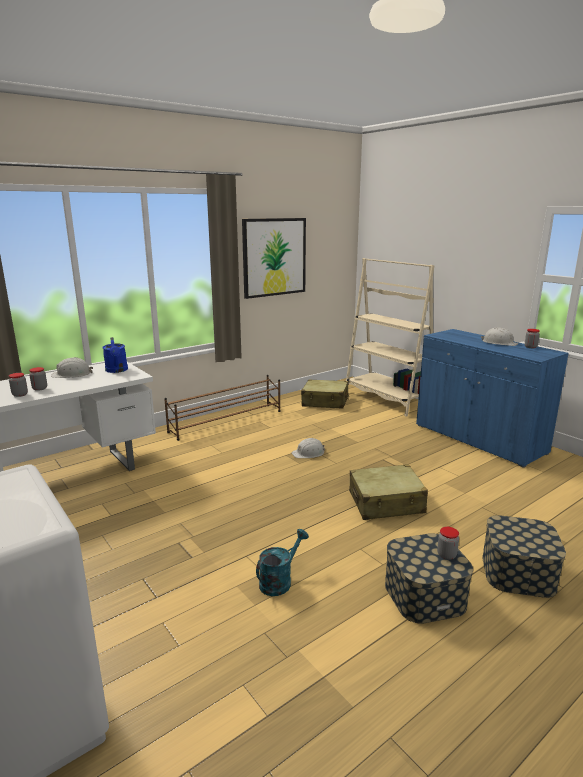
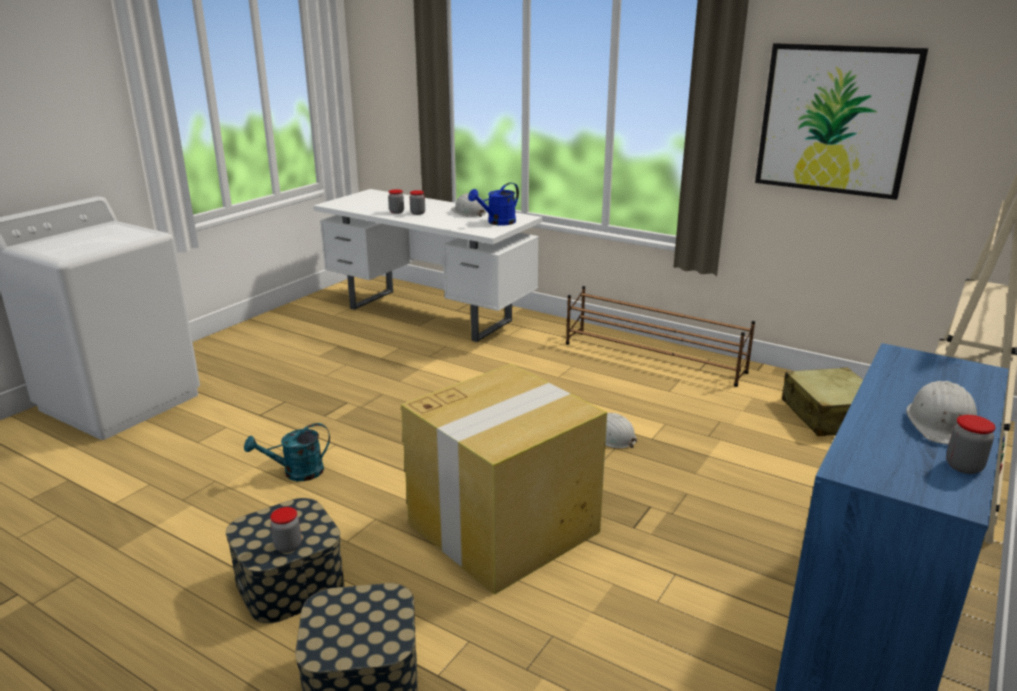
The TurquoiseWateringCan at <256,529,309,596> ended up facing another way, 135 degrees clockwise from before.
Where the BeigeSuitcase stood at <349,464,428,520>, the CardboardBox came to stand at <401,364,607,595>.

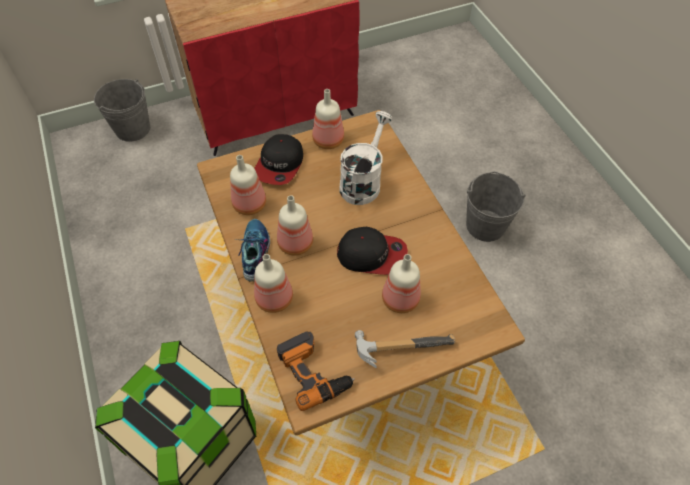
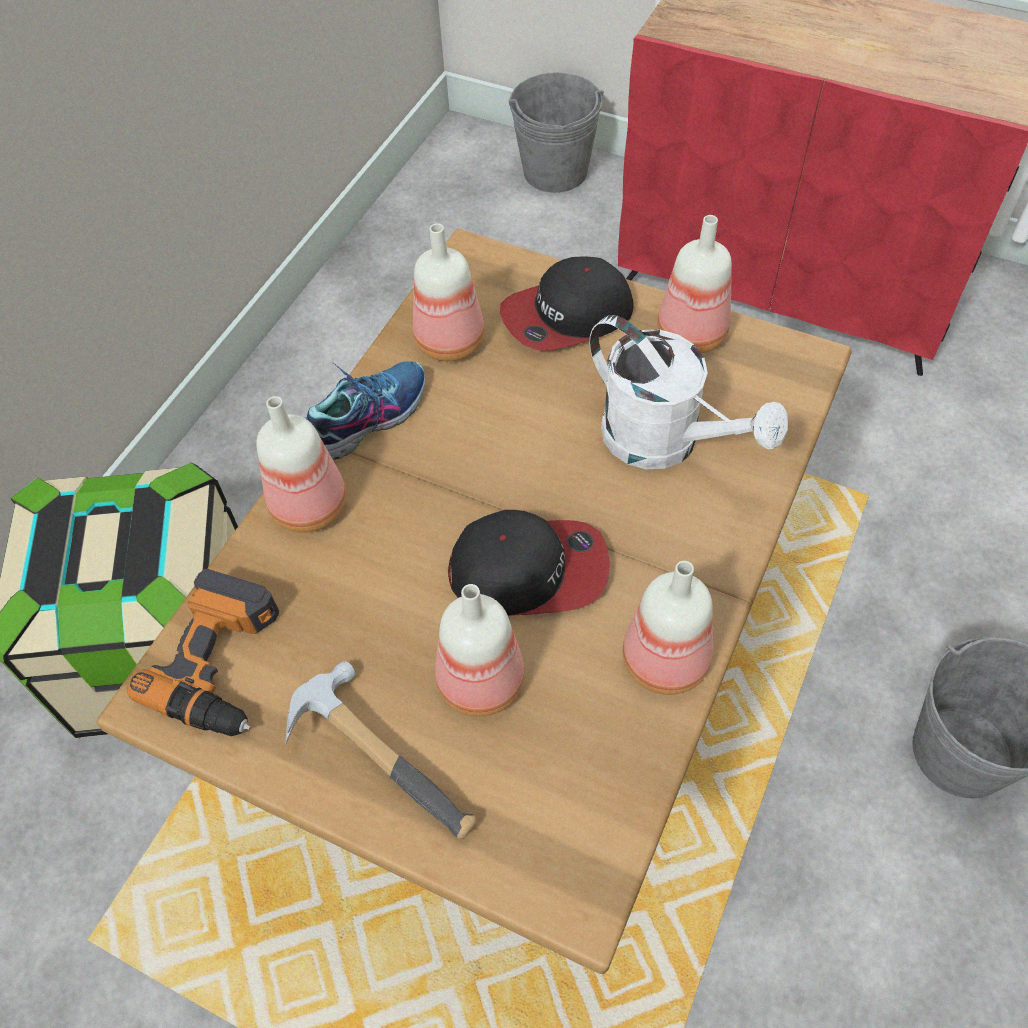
The Bottle ended up elsewhere, having gone from <277,195,313,256> to <623,561,713,695>.
The Cap at <337,227,408,275> ended up facing another way, 60 degrees counterclockwise from before.
The WhiteWateringCan at <339,111,393,205> ended up facing another way, 60 degrees clockwise from before.

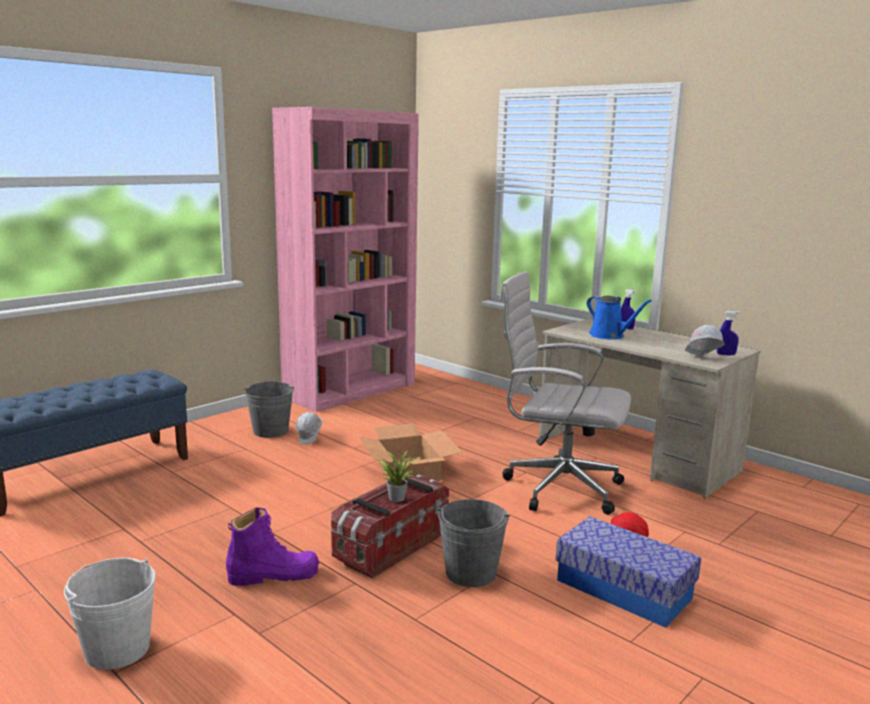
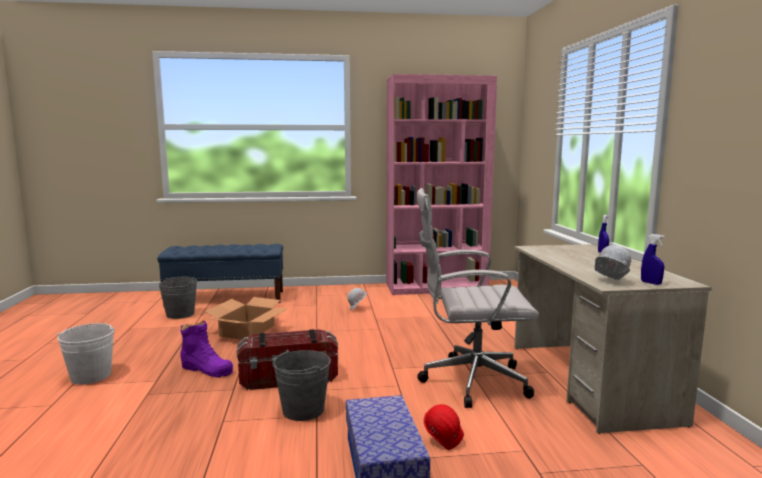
The GreyBucket ended up elsewhere, having gone from <244,381,294,438> to <158,277,197,319>.
The CardboardBox ended up elsewhere, having gone from <358,423,463,481> to <204,297,288,340>.
The second view lost the PottedPlant at <380,451,422,502>.
The WhiteOfficeChair at <500,271,631,515> ended up facing another way, 60 degrees counterclockwise from before.
The second view lost the BlueWateringCan at <587,296,652,339>.

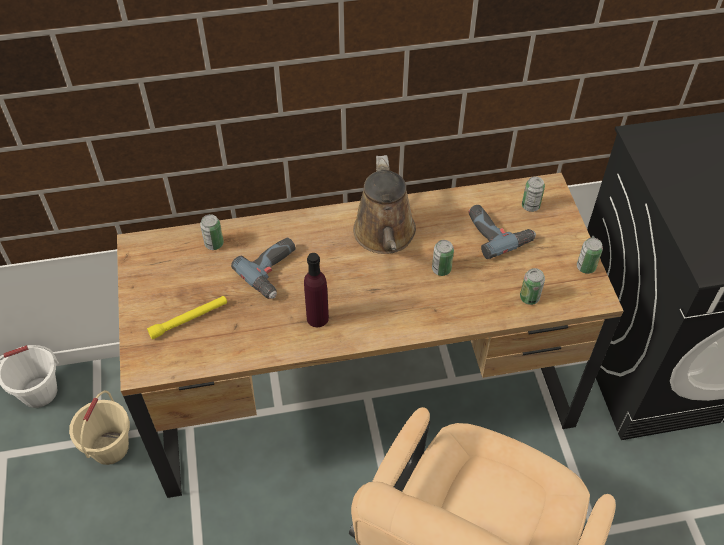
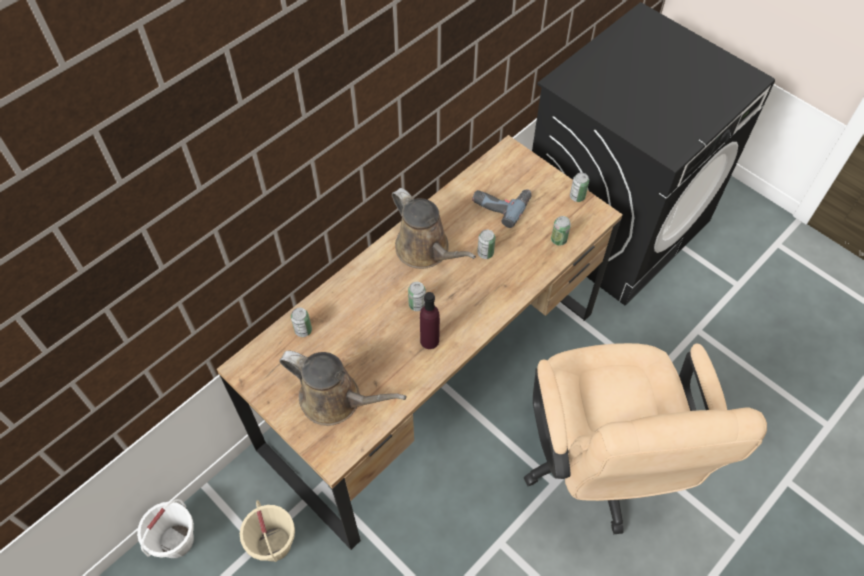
Where the YellowFlashlight stood at <147,296,227,339>, the BrownWateringCan came to stand at <279,351,406,426>.
The second view lost the PowerDrill at <231,238,296,299>.
The Can ended up elsewhere, having gone from <522,176,545,212> to <408,282,426,311>.

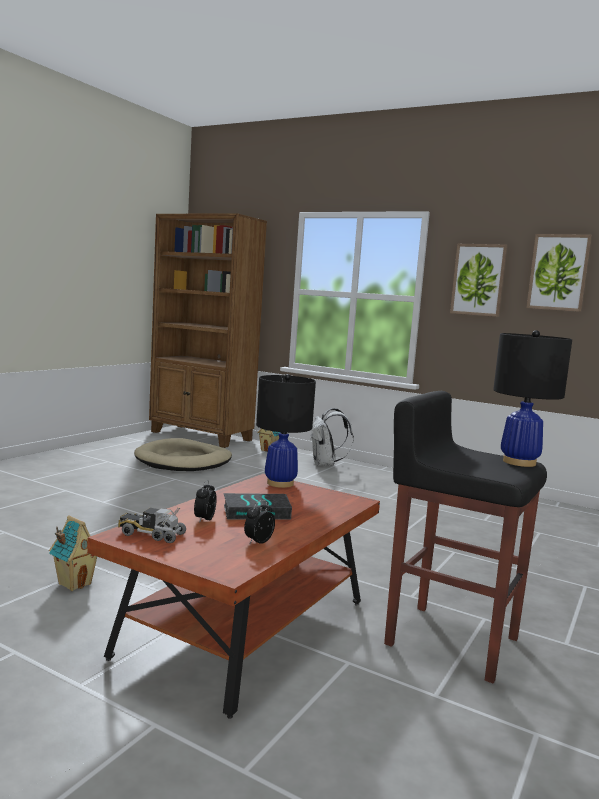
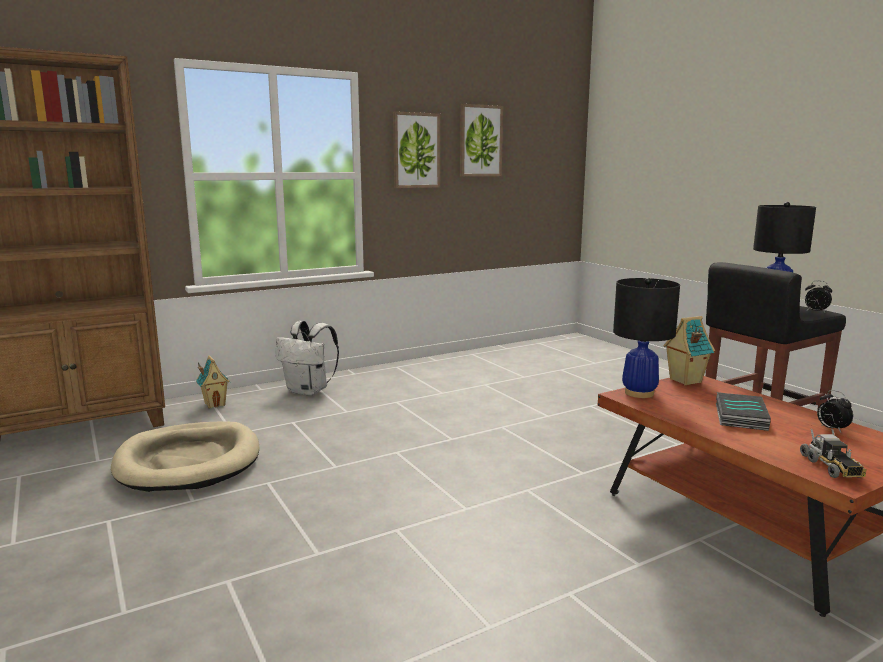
The ToyHouse ended up elsewhere, having gone from <49,515,97,591> to <663,316,715,385>.
The ToyTruck at <118,508,186,543> ended up facing another way, 45 degrees counterclockwise from before.
The AlarmClock ended up elsewhere, having gone from <194,480,217,522> to <805,281,832,313>.

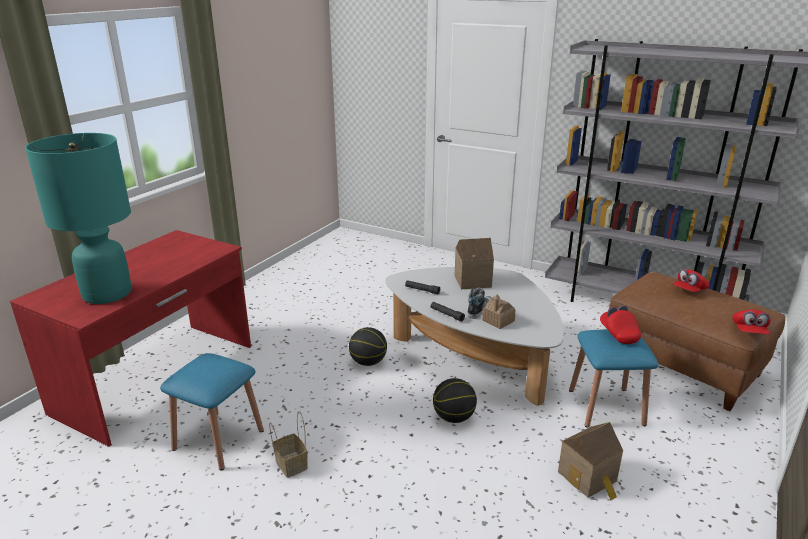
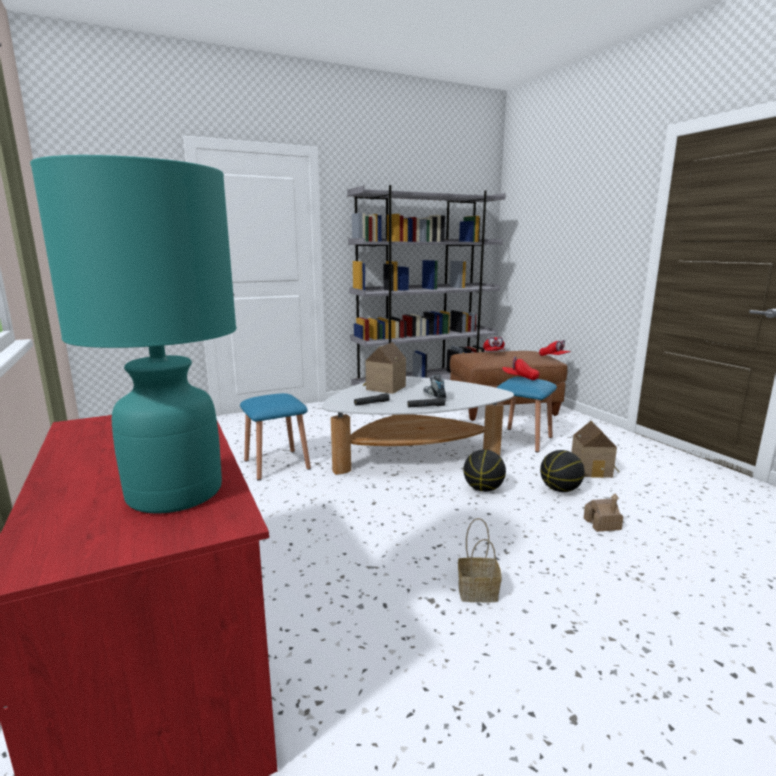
The BlueStool ended up elsewhere, having gone from <160,353,264,470> to <240,393,311,480>.
The Basketball ended up elsewhere, having gone from <349,327,387,366> to <540,450,585,492>.
The ToyHouse ended up elsewhere, having gone from <482,294,515,329> to <584,493,623,532>.

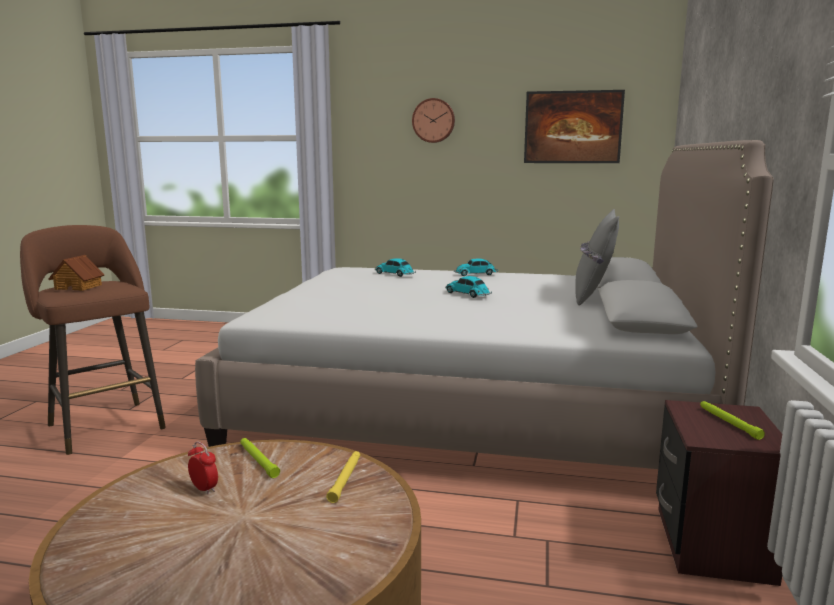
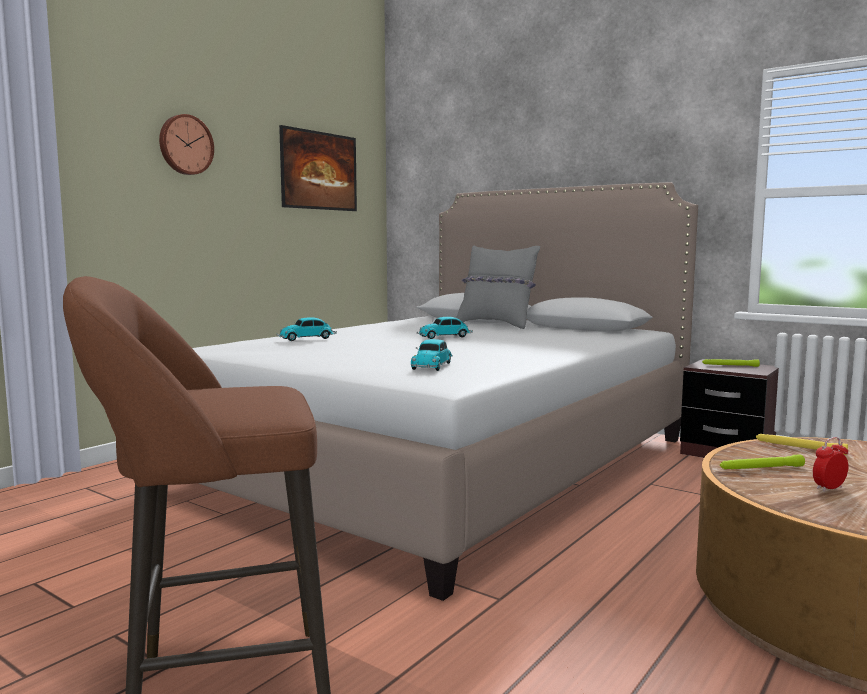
The second view lost the ToyHouse at <48,255,105,291>.
The ToyCar ended up elsewhere, having gone from <454,258,498,276> to <411,339,453,371>.

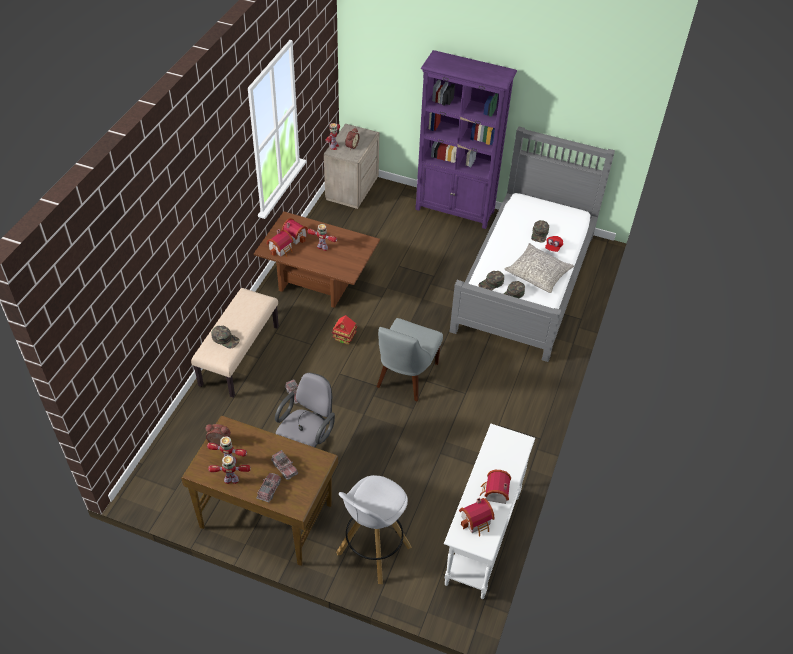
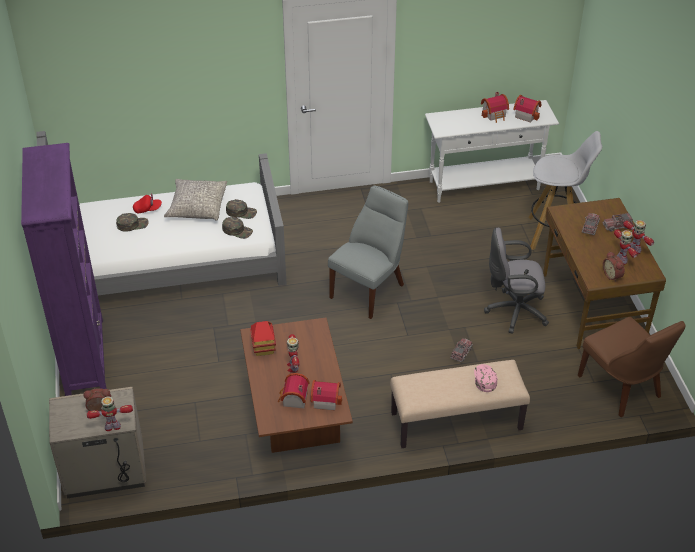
What was the GreenCap at <211,326,240,348> turned into the PinkCap at <474,364,497,392>.
The ToyHouse ended up elsewhere, having gone from <332,315,357,345> to <250,321,276,356>.
The GreyChair at <377,318,443,401> ended up facing another way, 45 degrees counterclockwise from before.
The second view gained the BrownChair at <578,317,686,417>.

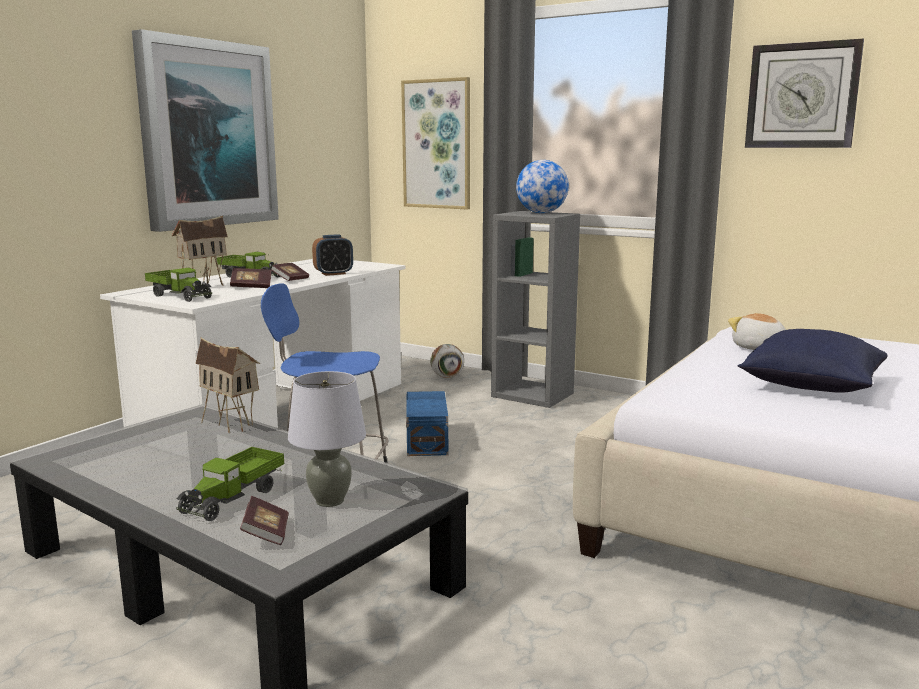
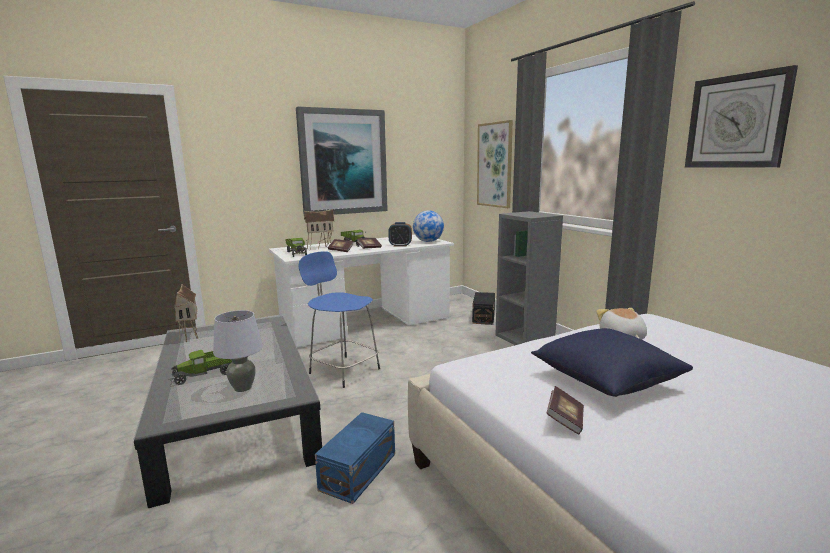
The ToyHouse ended up elsewhere, having gone from <195,338,260,433> to <174,285,199,342>.
The Book ended up elsewhere, having gone from <240,496,289,545> to <547,386,584,434>.
The BlueStorageBox ended up elsewhere, having gone from <406,391,448,456> to <315,412,395,504>.
Where the Football stood at <430,344,464,378>, the BlackStorageBox came to stand at <472,292,495,325>.
The Globe ended up elsewhere, having gone from <516,160,569,213> to <413,211,444,242>.

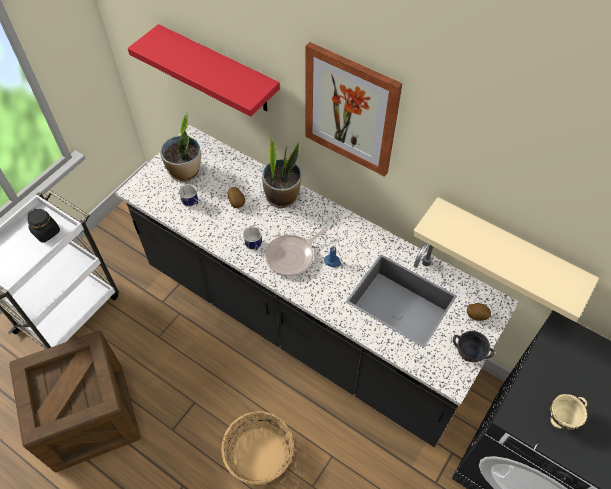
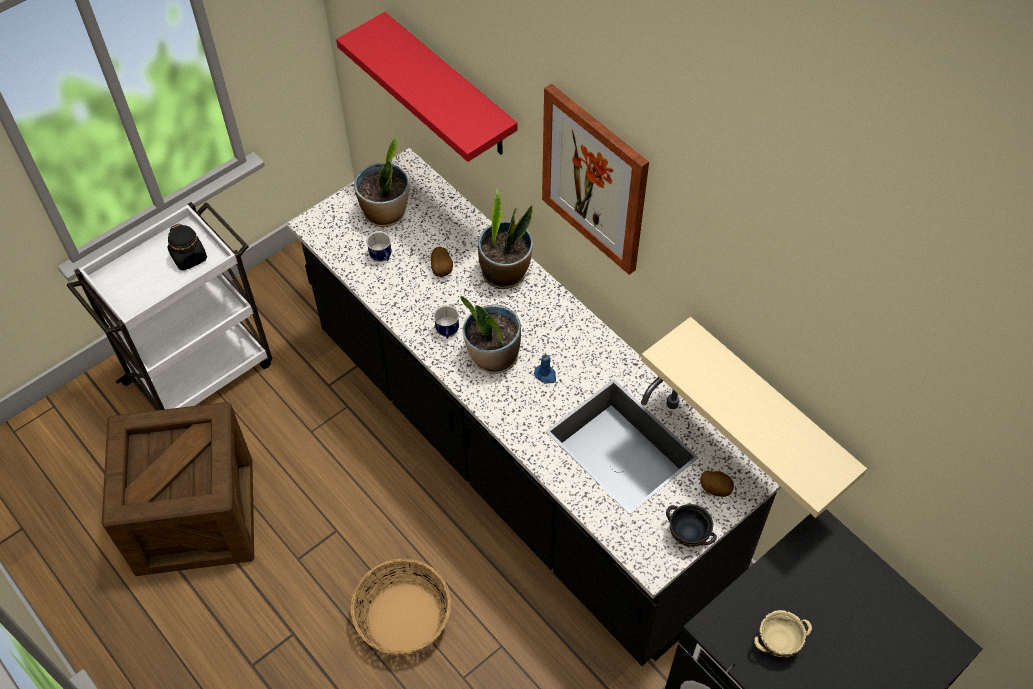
Where the FryingPan stood at <265,228,328,276>, the PottedPlant came to stand at <460,296,521,374>.

